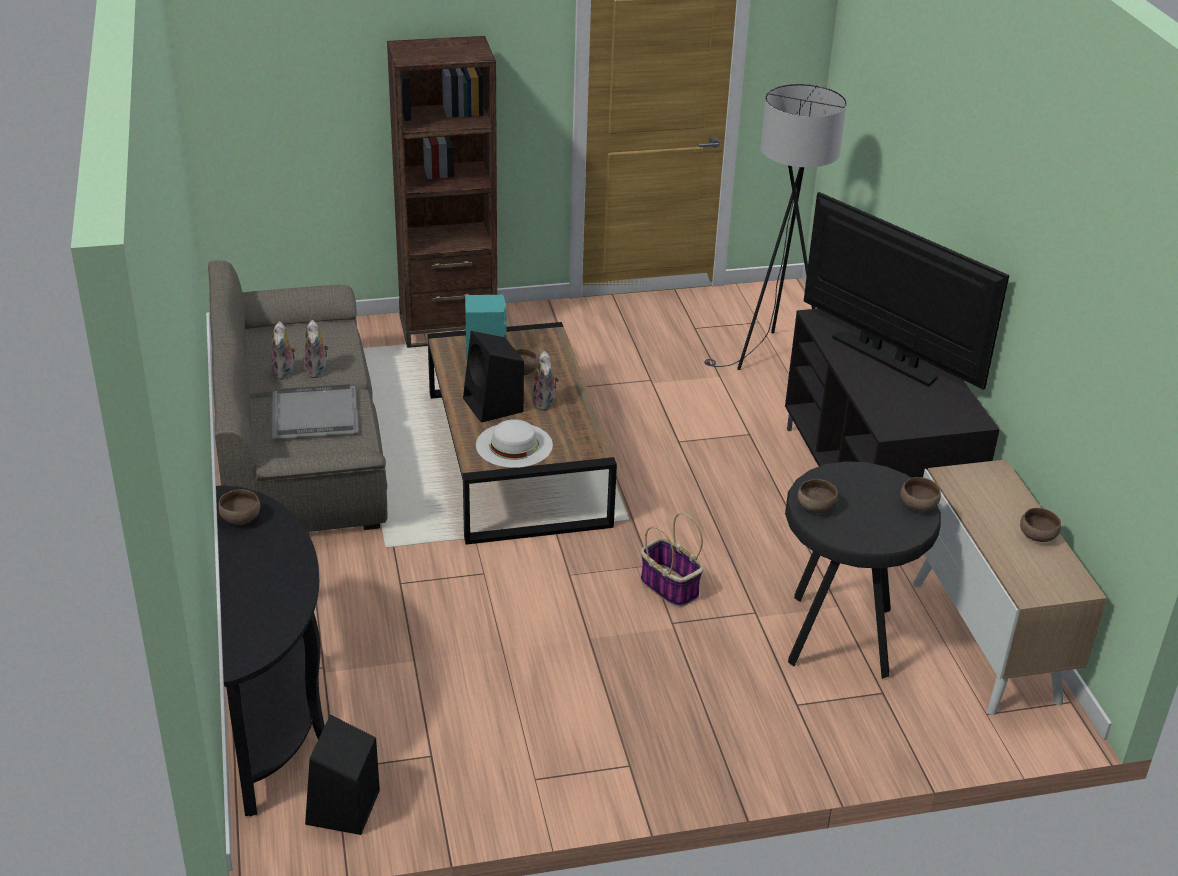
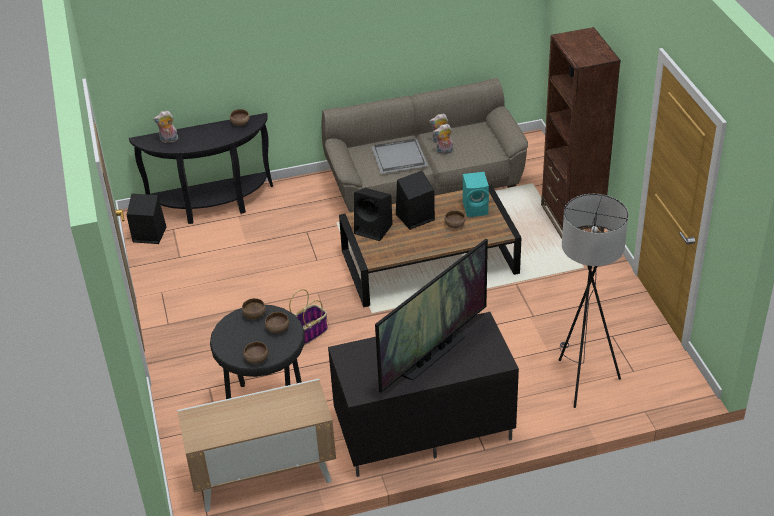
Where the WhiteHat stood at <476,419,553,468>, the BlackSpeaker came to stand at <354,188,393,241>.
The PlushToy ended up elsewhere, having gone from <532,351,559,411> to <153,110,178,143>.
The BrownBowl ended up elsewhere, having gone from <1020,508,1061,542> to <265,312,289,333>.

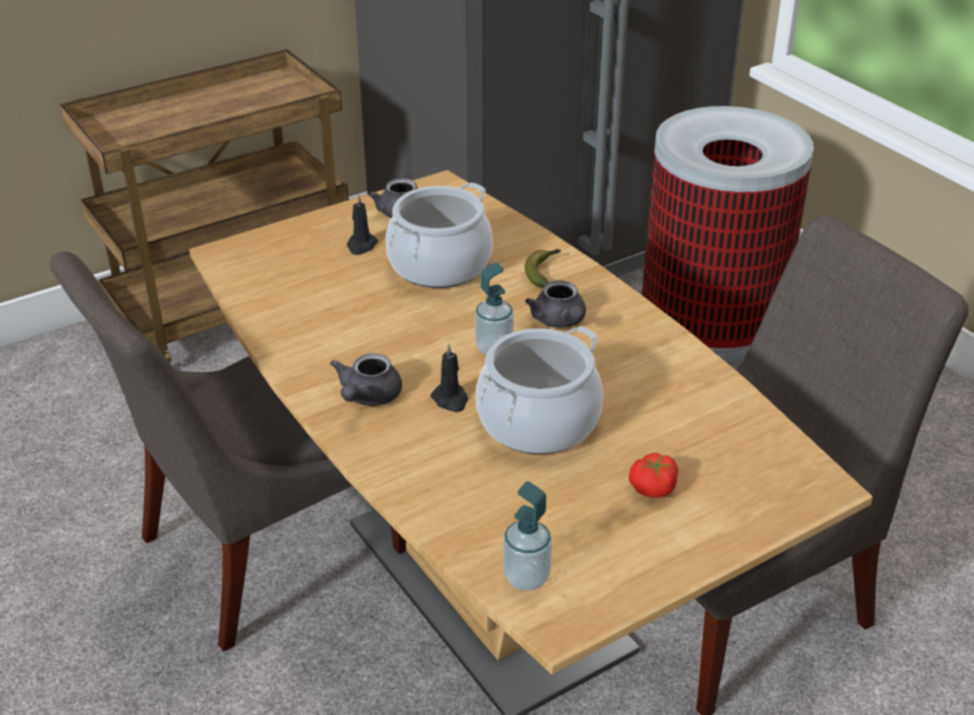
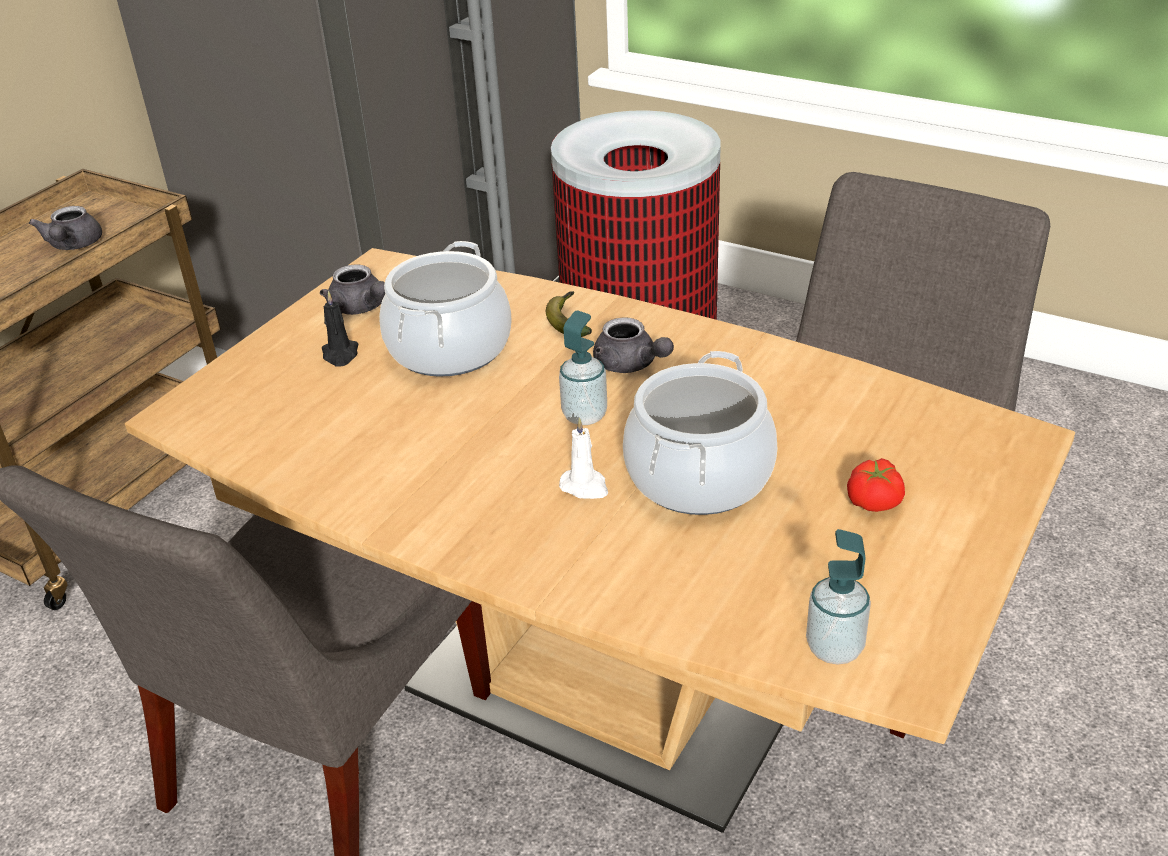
The GreyTeapot ended up elsewhere, having gone from <330,353,402,406> to <29,206,102,250>.
What was the BlackCandle at <430,343,468,412> turned into the WhiteCandle at <559,417,608,499>.

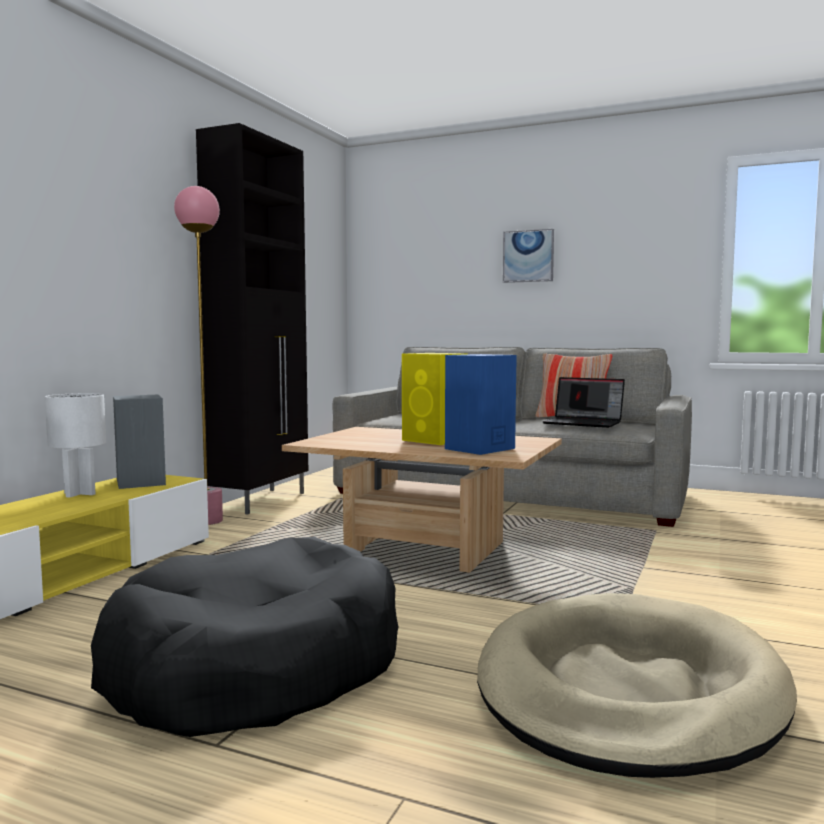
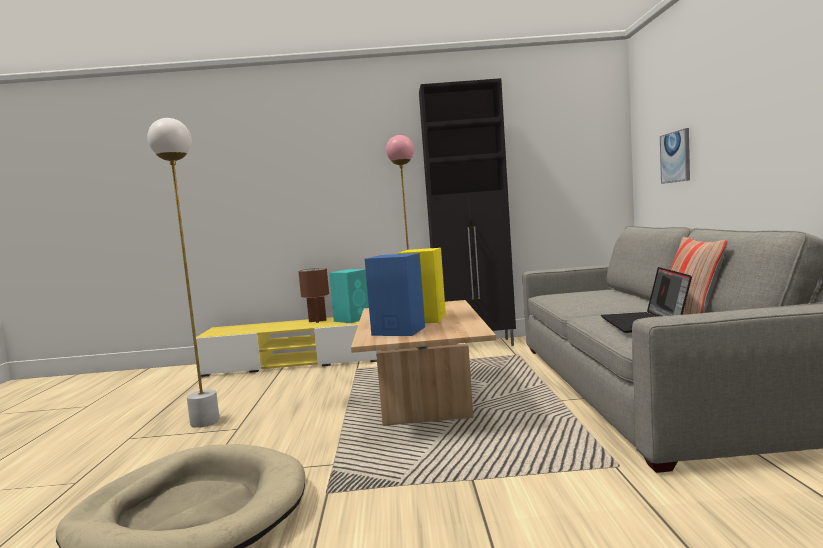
What was the WhiteTableLamp at <45,393,106,498> turned into the BrownTableLamp at <298,268,329,323>.
Where the BlackDogBed stood at <91,537,398,737>, the WhiteFloorLamp came to stand at <147,118,220,428>.
What was the GreySpeaker at <113,395,166,489> turned into the TurquoiseSpeaker at <329,269,369,323>.
The Picture ended up elsewhere, having gone from <503,229,554,283> to <660,128,690,184>.

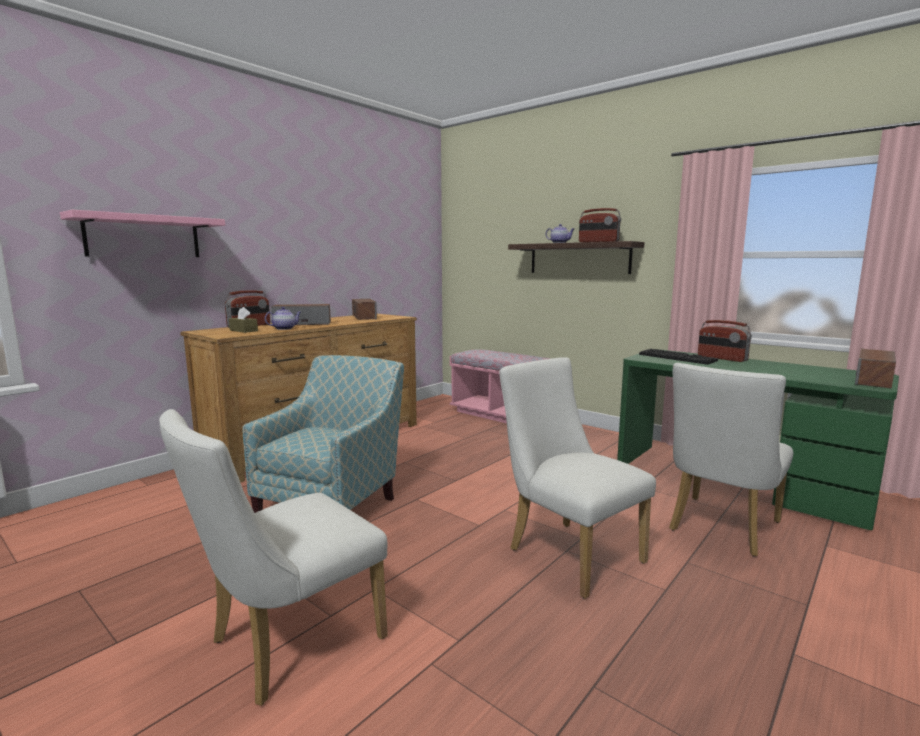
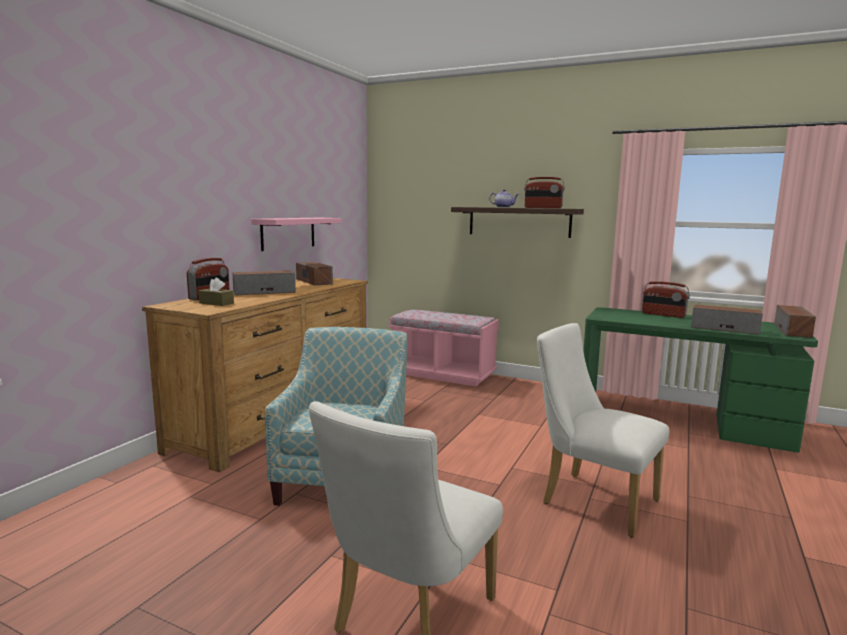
The PinkShelf ended up elsewhere, having gone from <60,210,225,257> to <251,218,341,251>.
The second view lost the Teapot at <265,307,301,330>.
The second view lost the Keyboard at <639,349,718,365>.
The second view lost the WhiteChair at <669,363,793,556>.
The second view gained the Speaker at <691,304,763,335>.

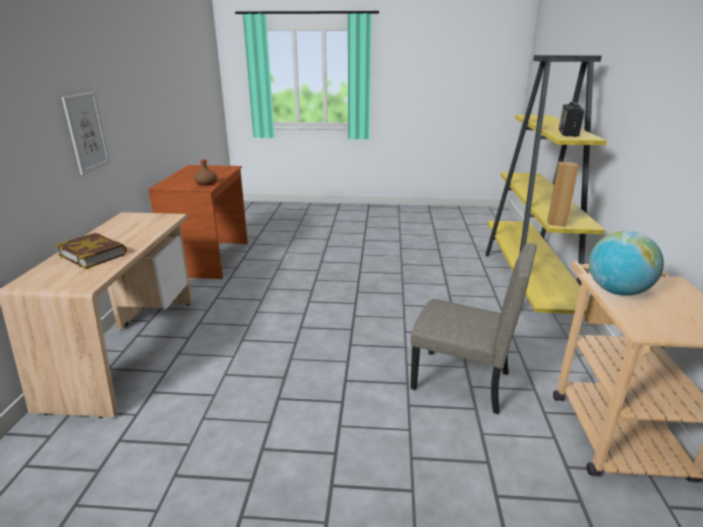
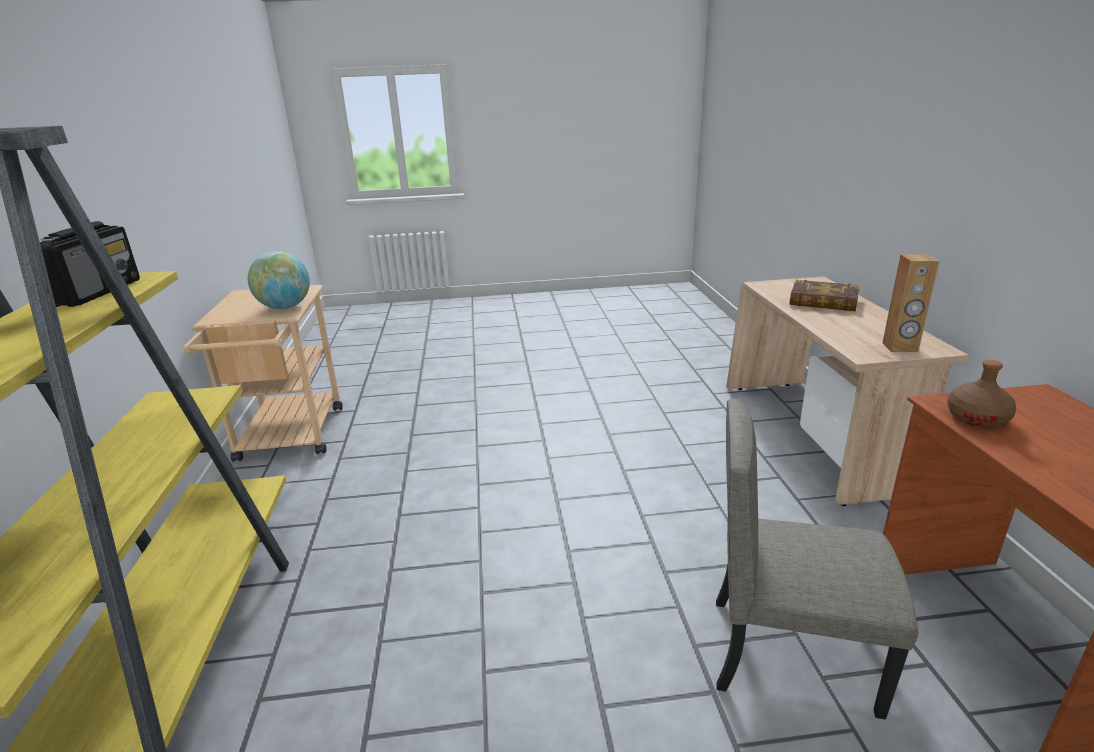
The second view lost the Picture at <62,92,110,175>.
The BeigeChair ended up elsewhere, having gone from <410,243,537,414> to <716,398,918,719>.
The BrownSpeaker ended up elsewhere, having gone from <547,162,579,227> to <883,254,939,352>.

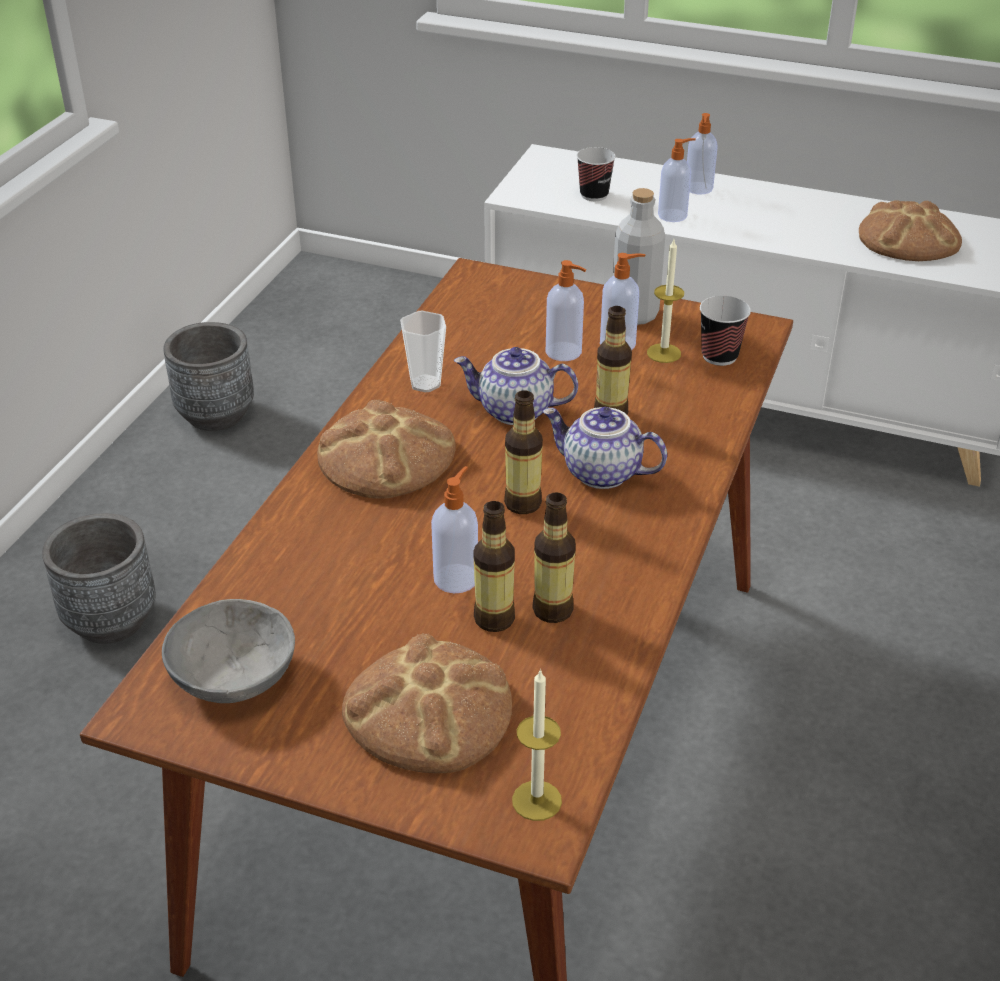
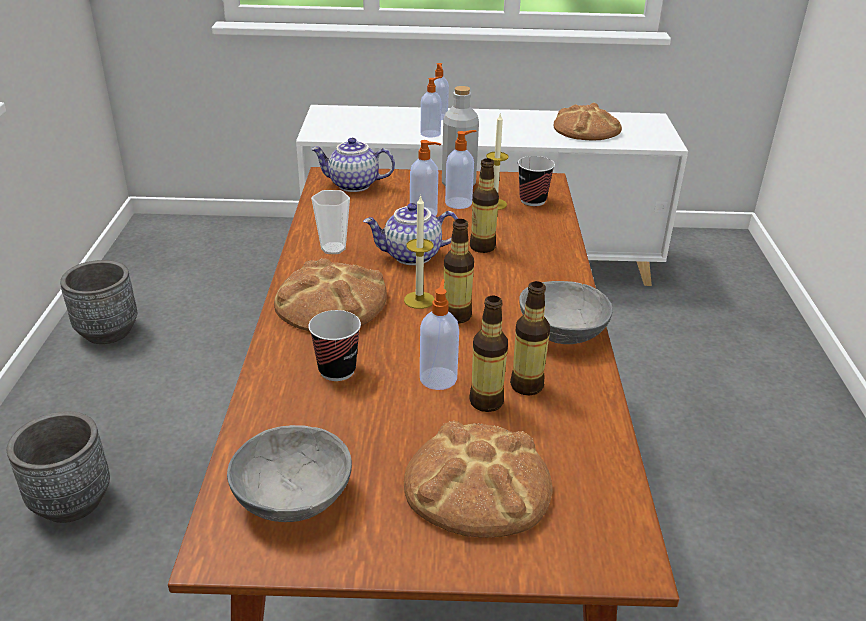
The Candle ended up elsewhere, having gone from <512,669,562,821> to <404,195,434,309>.
The Teapot ended up elsewhere, having gone from <543,407,667,489> to <311,138,395,192>.
The Cup ended up elsewhere, having gone from <577,147,616,201> to <308,310,361,381>.
The second view gained the GreyBowl at <519,281,613,344>.

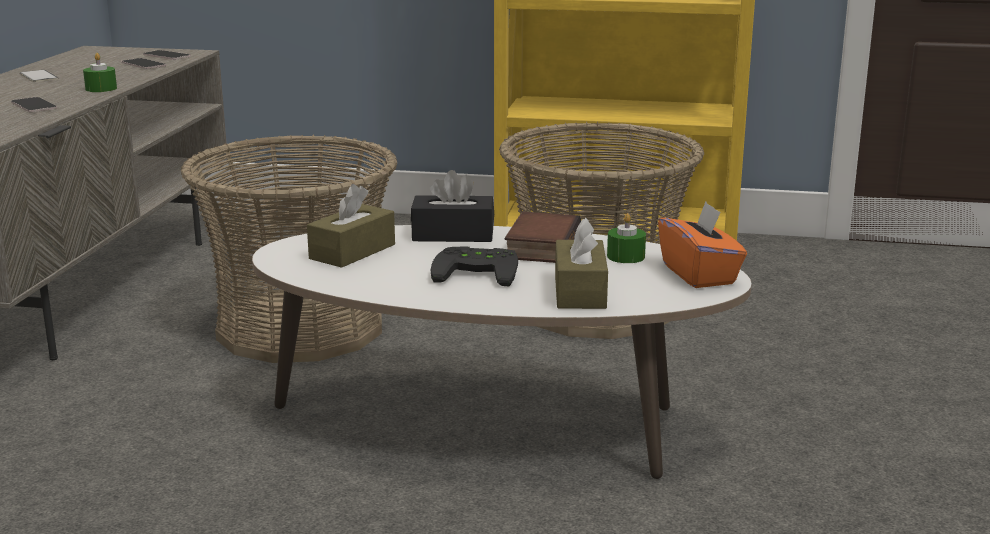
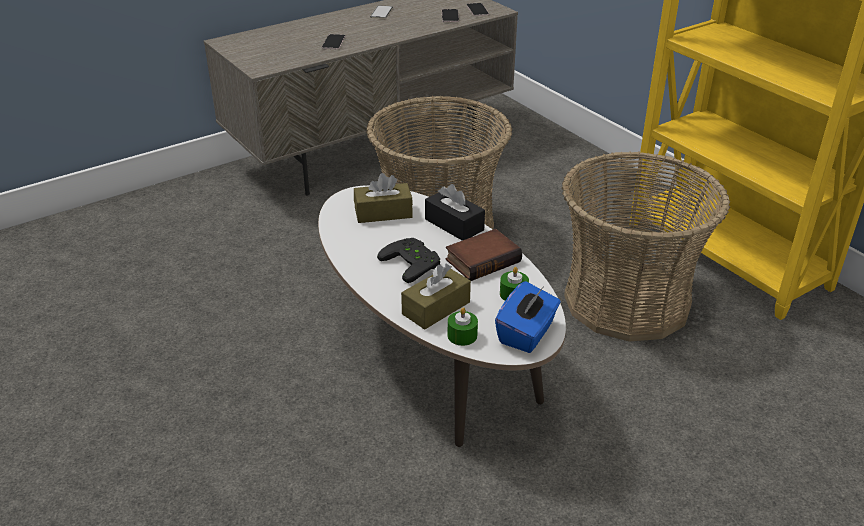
The GreenCandle ended up elsewhere, having gone from <83,53,117,92> to <448,307,478,346>.
What was the OrangeTissueBox at <658,201,747,288> turned into the BlueTissueBox at <495,281,561,353>.

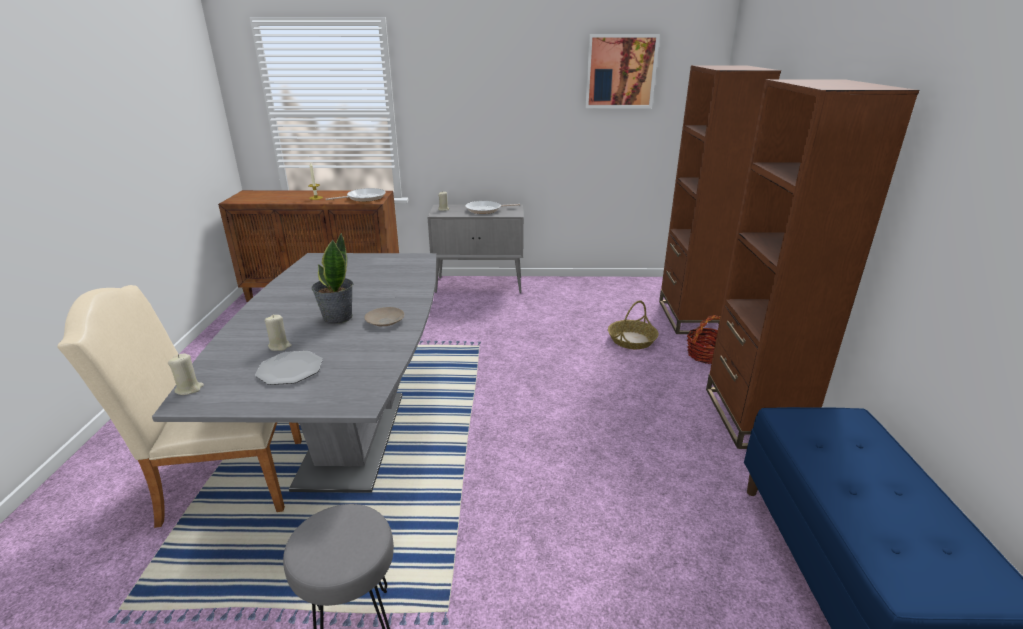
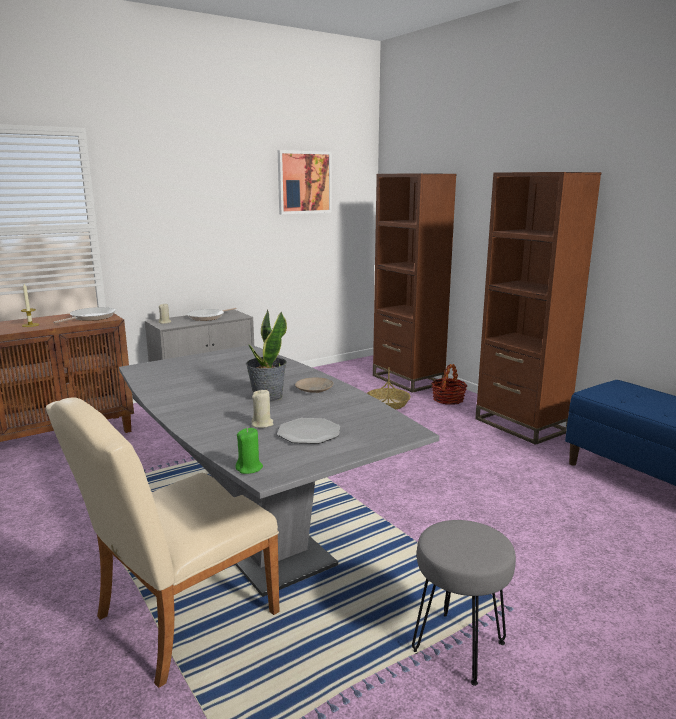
What was the BeigeCandle at <168,354,204,395> turned into the GreenCandle at <235,428,263,474>.

